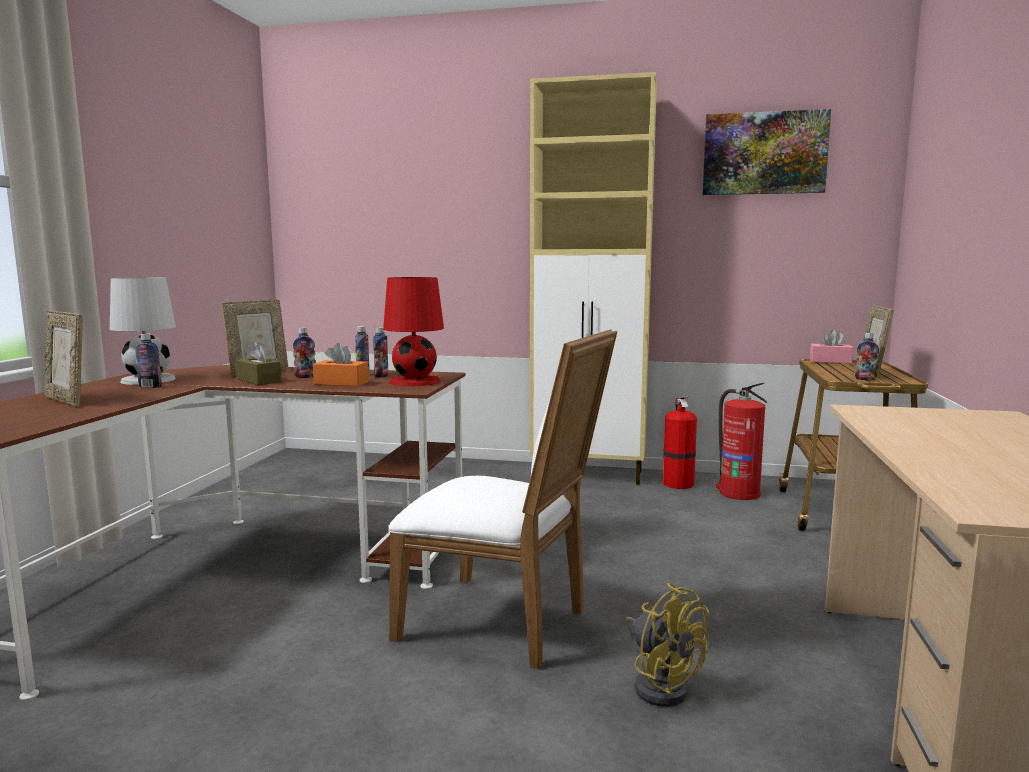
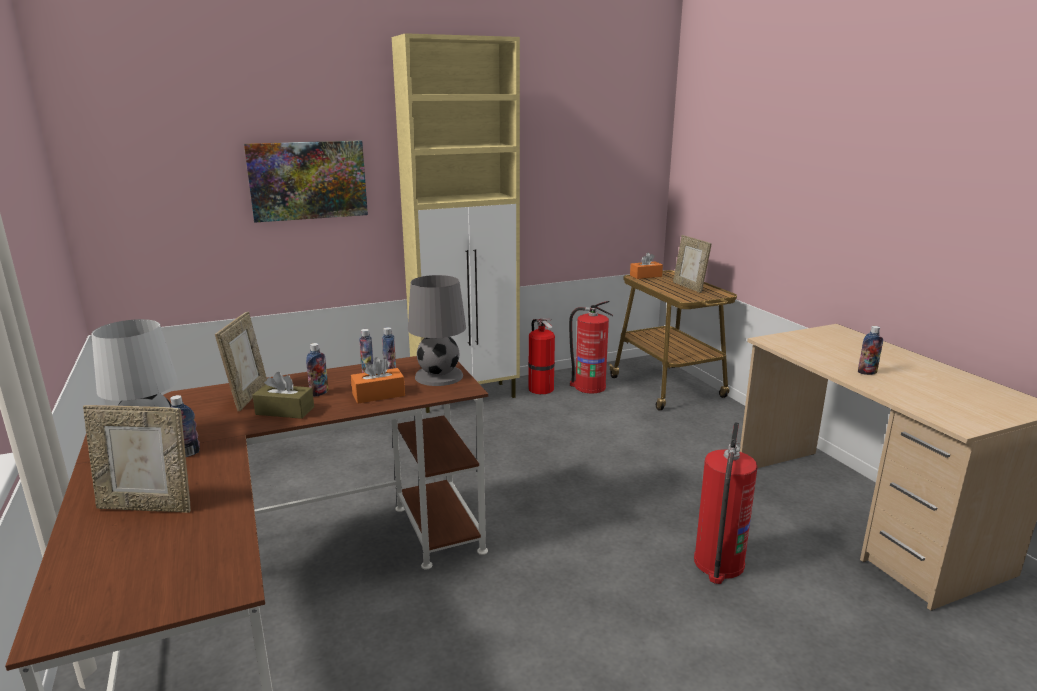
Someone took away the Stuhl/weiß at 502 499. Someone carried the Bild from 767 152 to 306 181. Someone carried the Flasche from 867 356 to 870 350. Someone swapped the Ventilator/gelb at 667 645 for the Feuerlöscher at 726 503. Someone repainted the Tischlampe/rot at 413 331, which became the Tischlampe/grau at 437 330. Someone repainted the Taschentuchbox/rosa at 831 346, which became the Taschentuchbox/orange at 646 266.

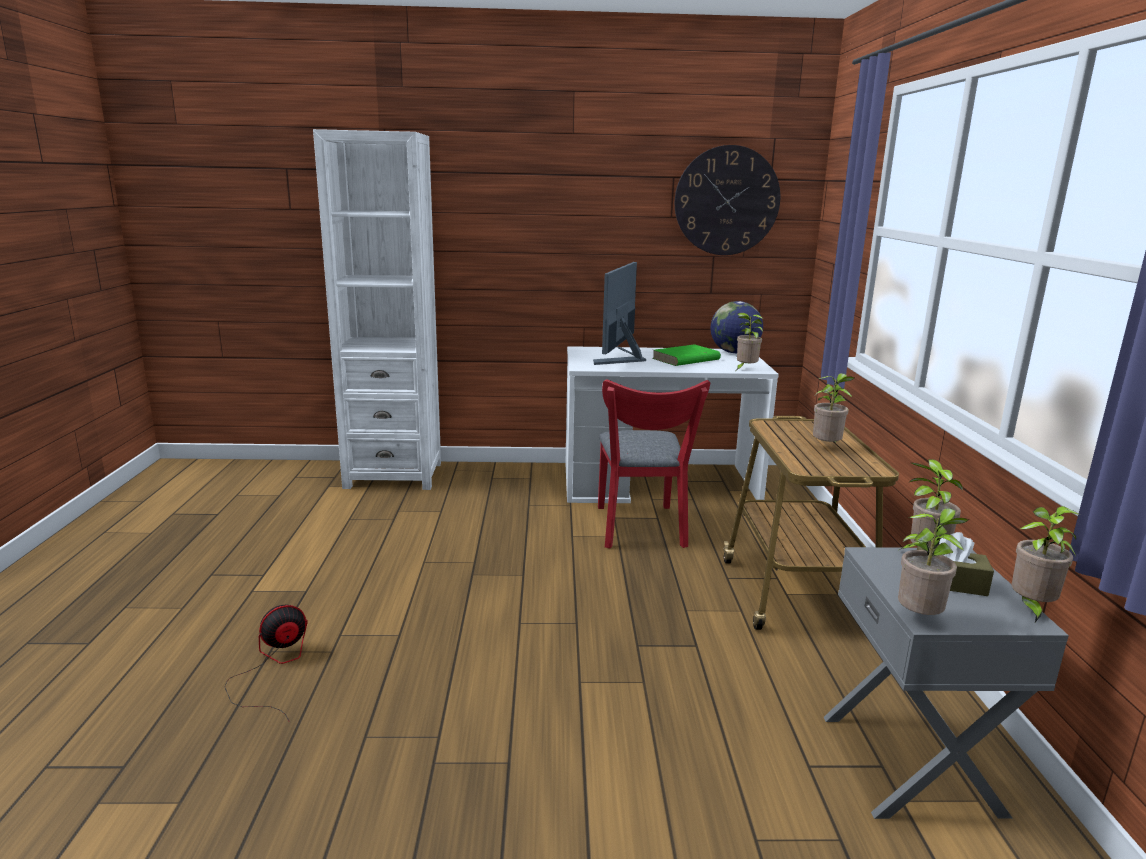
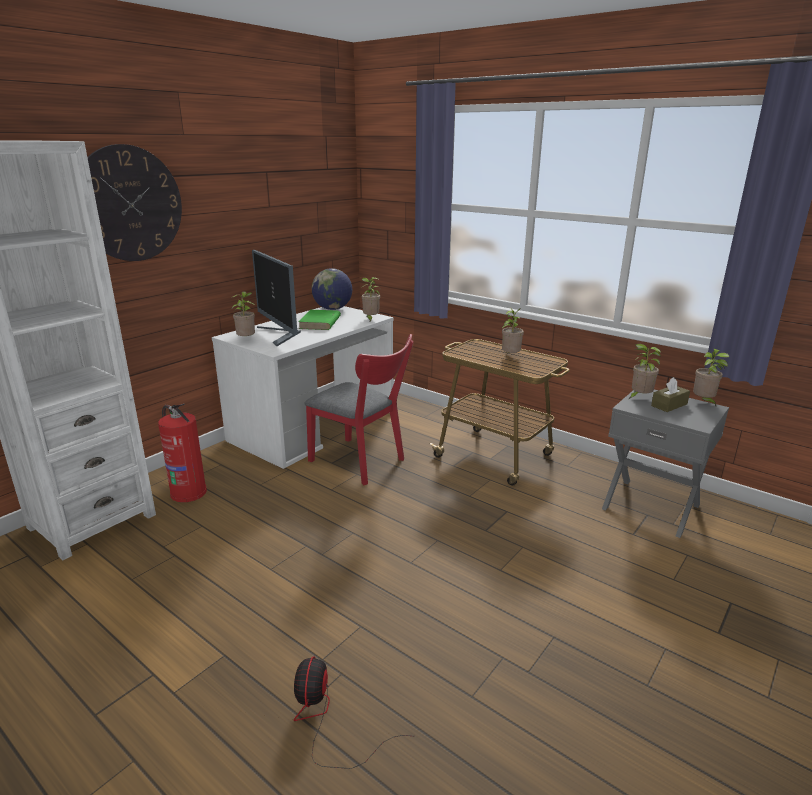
Someone put down the Feuerlöscher at 182 453. Someone carried the Wanduhr from 727 200 to 134 202. Someone carried the Topfpflanze from 933 561 to 243 313.

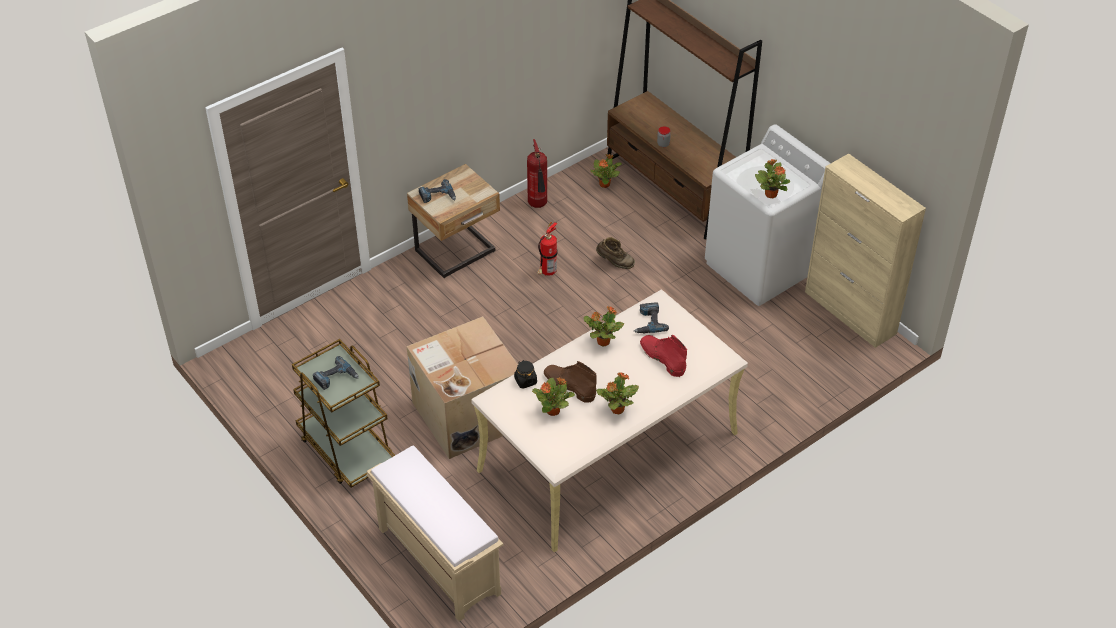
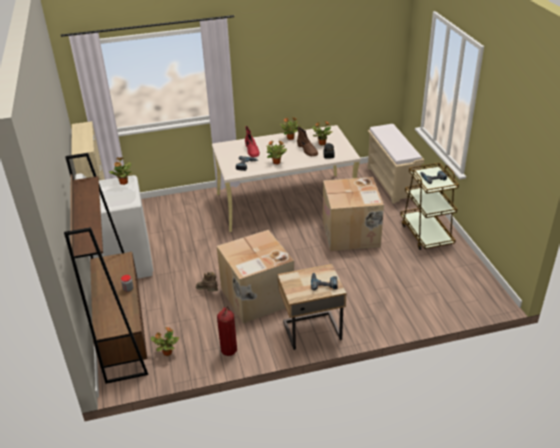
Someone swapped the Feuerlöscher at 547 249 for the Karton at 255 276.

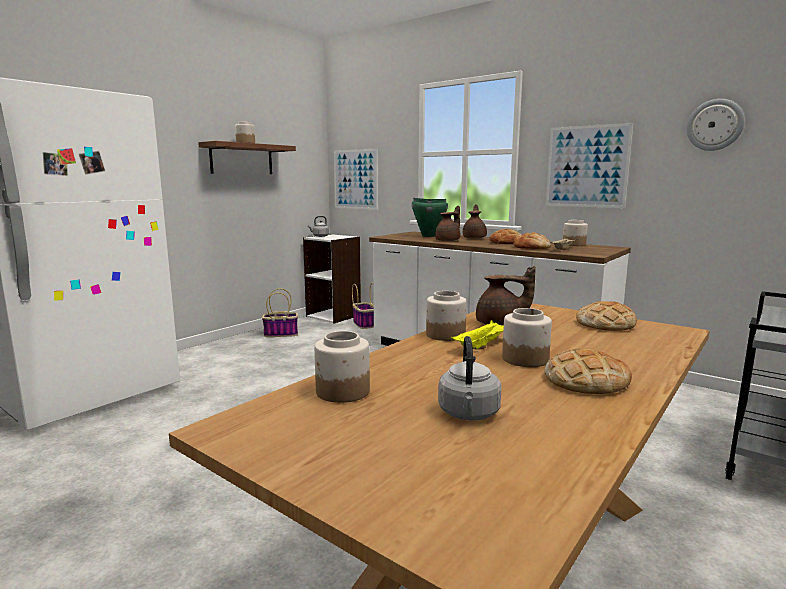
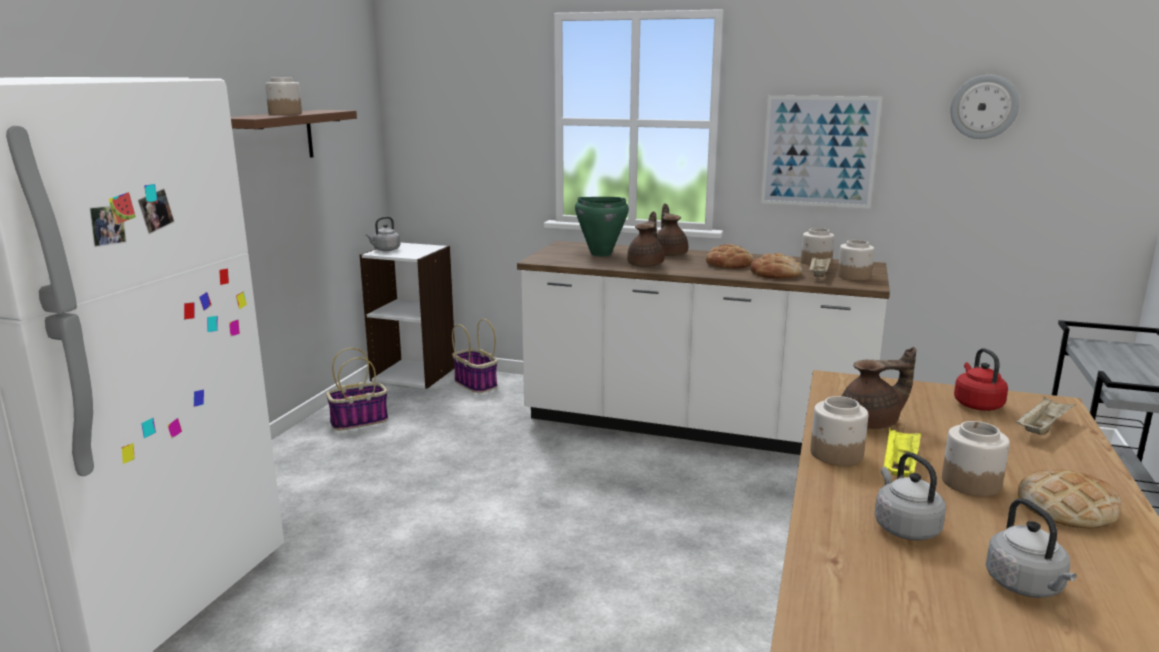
Someone took away the Bild at 356 179. Someone put down the Wasserkessel/grau at 910 496. Someone put down the Tablett/beige at 1046 415. Someone carried the Vorratsglas from 342 367 to 855 260. Someone swapped the Brot at 606 316 for the Wasserkessel/rot at 981 379.

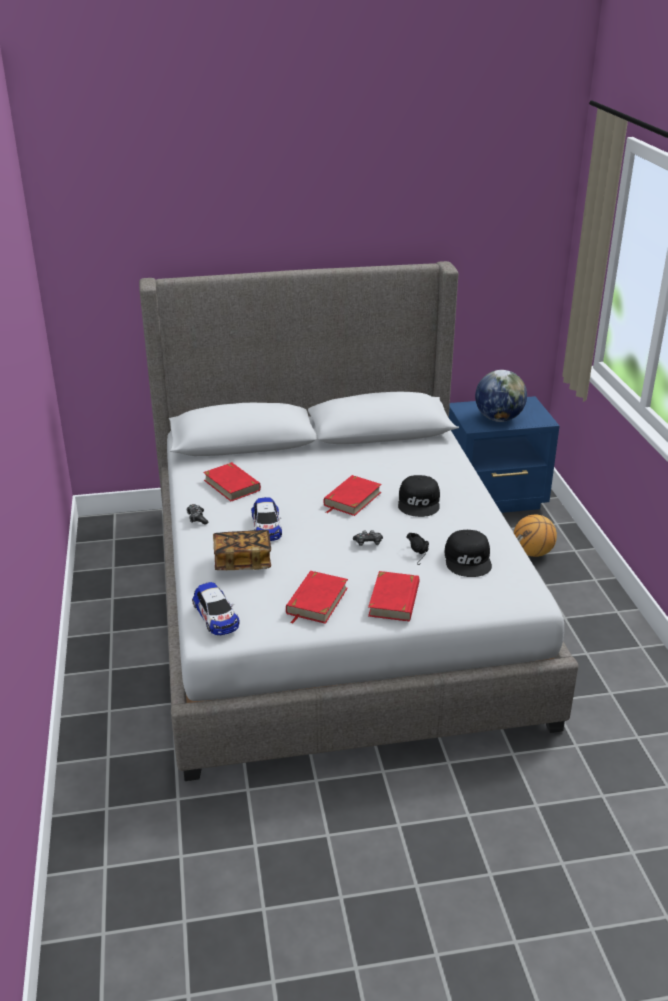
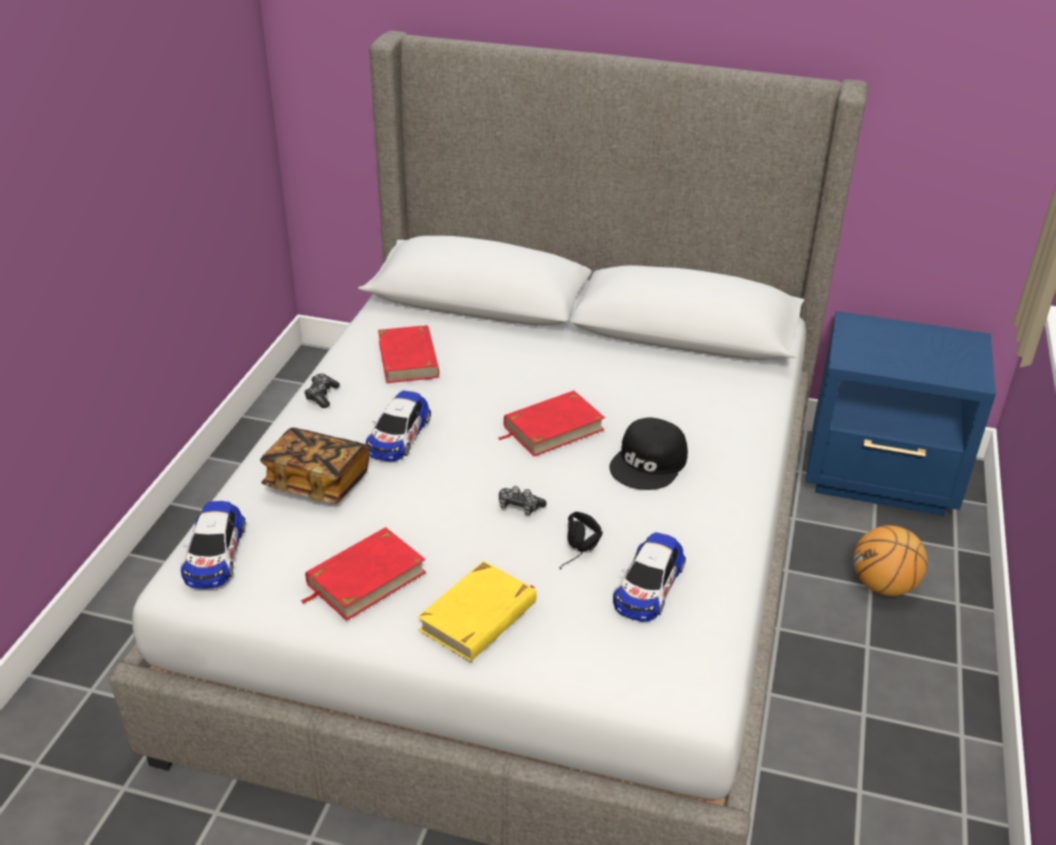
Someone took away the Globus at 501 396. Someone swapped the Kappe/schwarz at 468 553 for the Spielzeugauto at 649 577. Someone repainted the Buch/rot at 393 596, which became the Buch/gelb at 477 611.

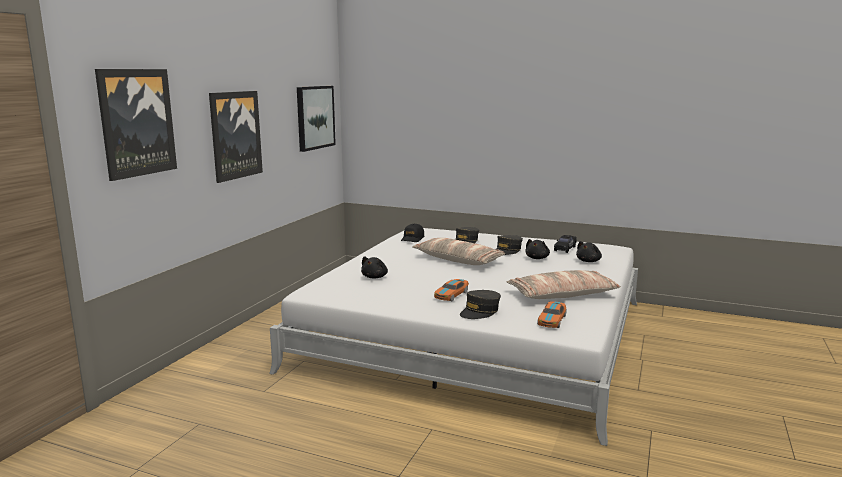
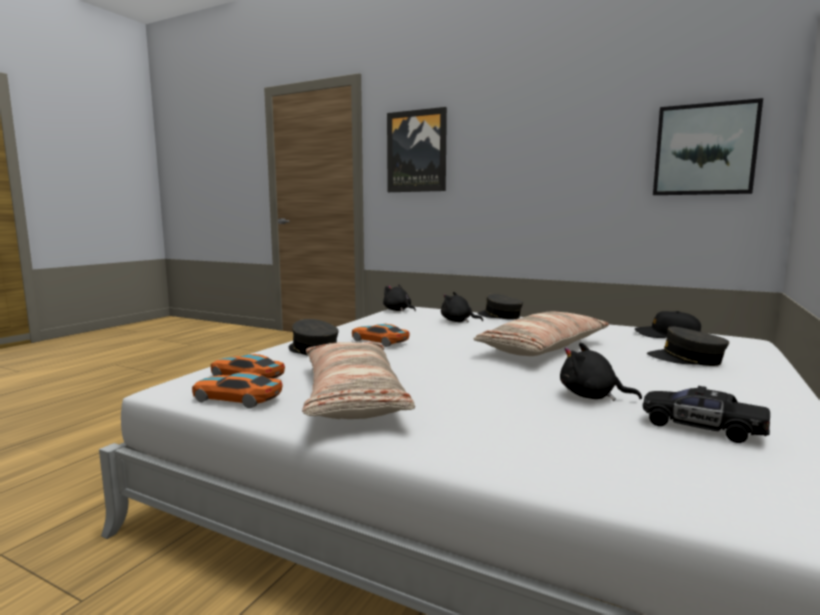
Someone took away the Bild at 236 137. Someone put down the Spielzeugauto at 237 390. Someone carried the Kappe/grau from 509 245 to 500 307. Someone carried the Plüschtier/schwarz from 589 251 to 399 297.

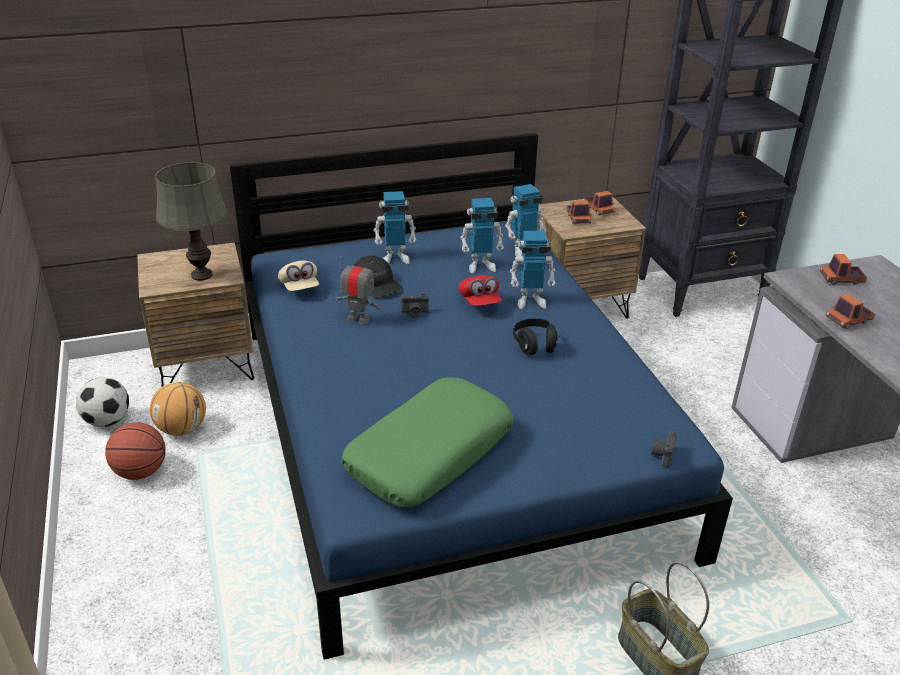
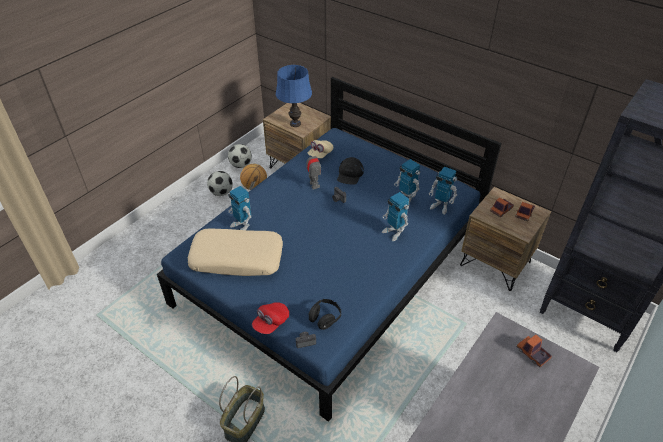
Someone took away the Spielzeuglaster at 850 311. Someone carried the Spielzeugroboter from 395 227 to 240 208. Someone carried the Kappe/rot from 480 290 to 270 318. Someone carried the Kopfhörer/schwarz from 535 337 to 325 314. Someone swapped the Basketball at 135 451 for the Fußball at 220 183. Someone repainted the Tischlampe/grau at 191 221, which became the Tischlampe/blau at 294 96. Someone repainted the Kissen/grün at 427 442, which became the Kissen/beige at 235 252.

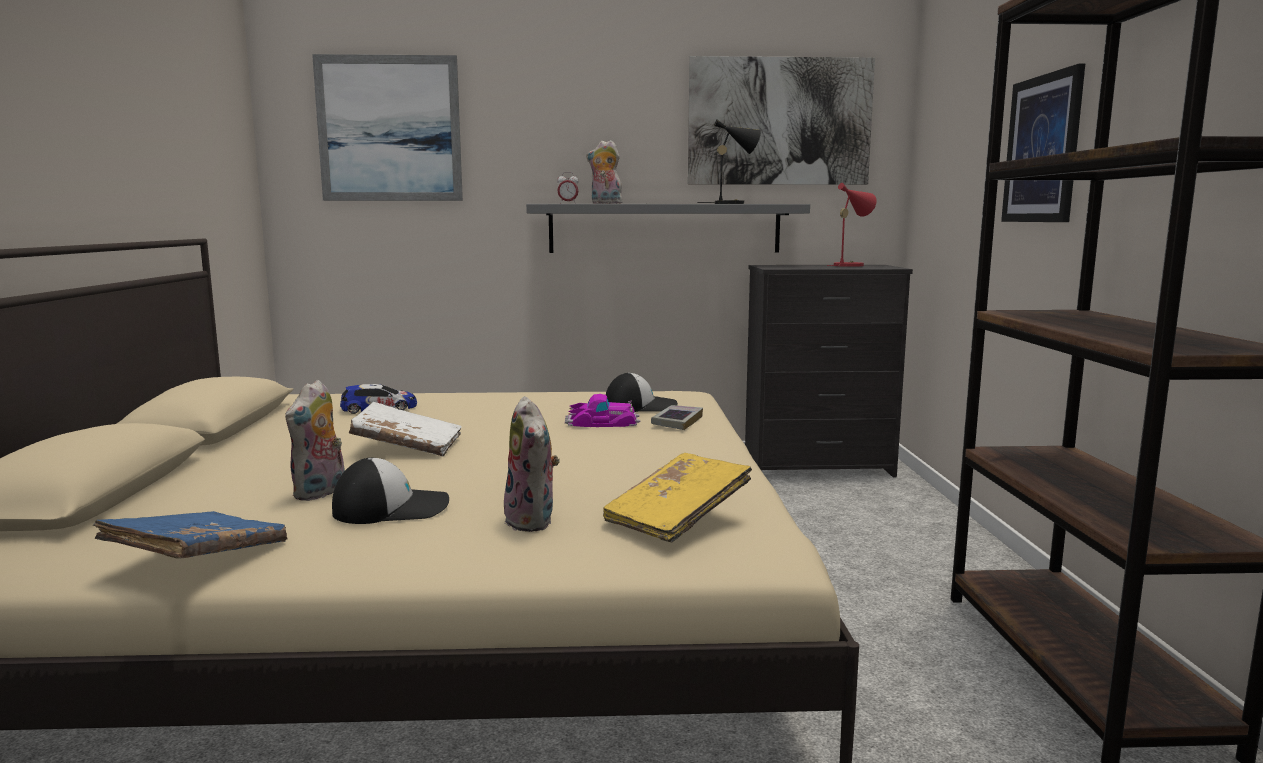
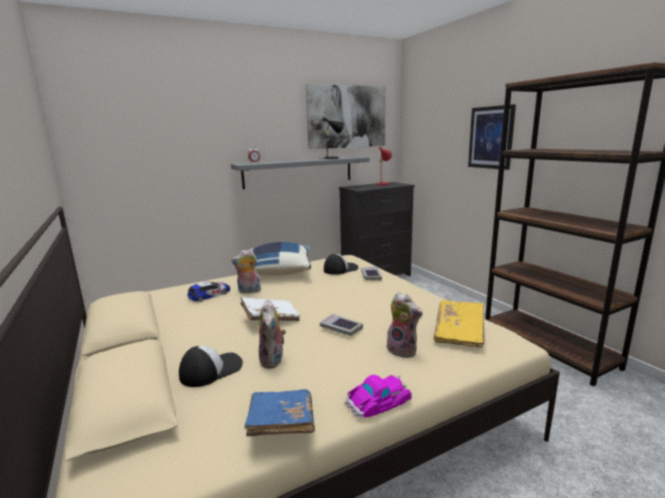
Someone took away the Bild at 387 127. Someone put down the Kissen/blau at 281 259. Someone put down the Buch at 341 325. Someone carried the Kappe from 390 491 to 211 366. Someone carried the Spielzeugauto from 603 410 to 378 396. Someone carried the Plüschtier from 605 172 to 246 271.

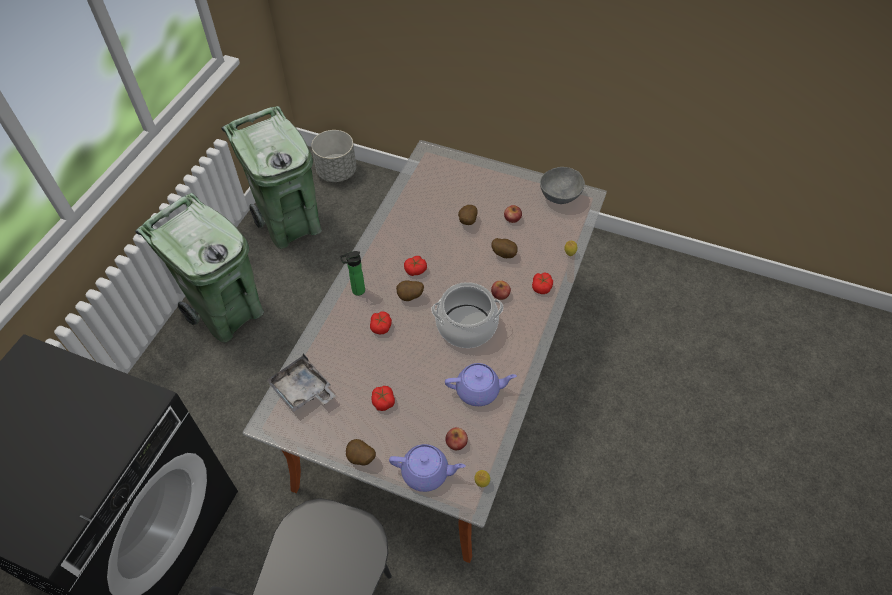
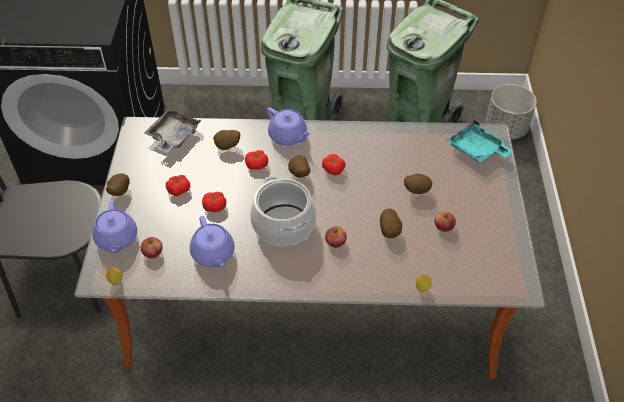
Someone took away the Schüssel/grau at 562 185. Someone put down the Kartoffel at 226 140. Someone put down the Tablett/türkis at 480 141. Someone carried the Tomate from 542 283 to 214 202. Someone swapped the Flasche at 352 273 for the Teekanne/lila at 289 126.

